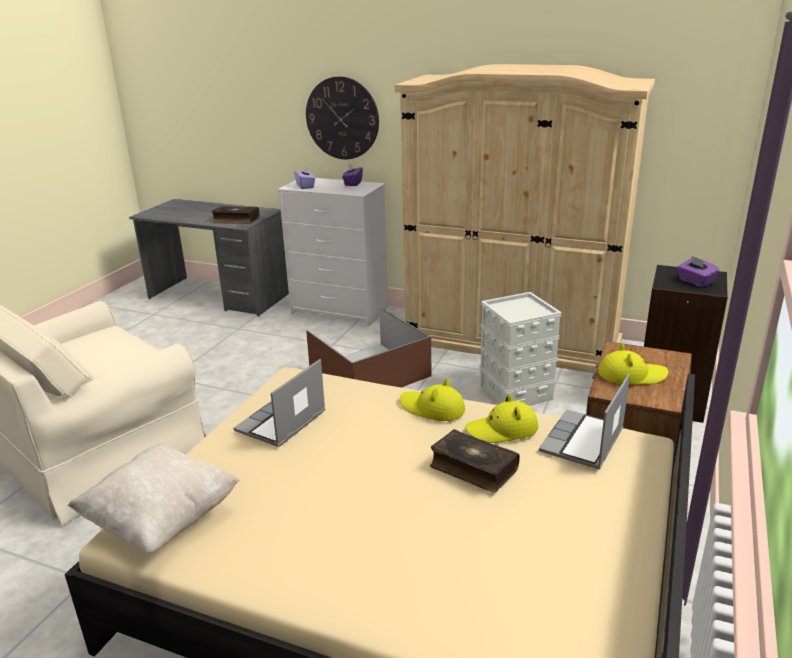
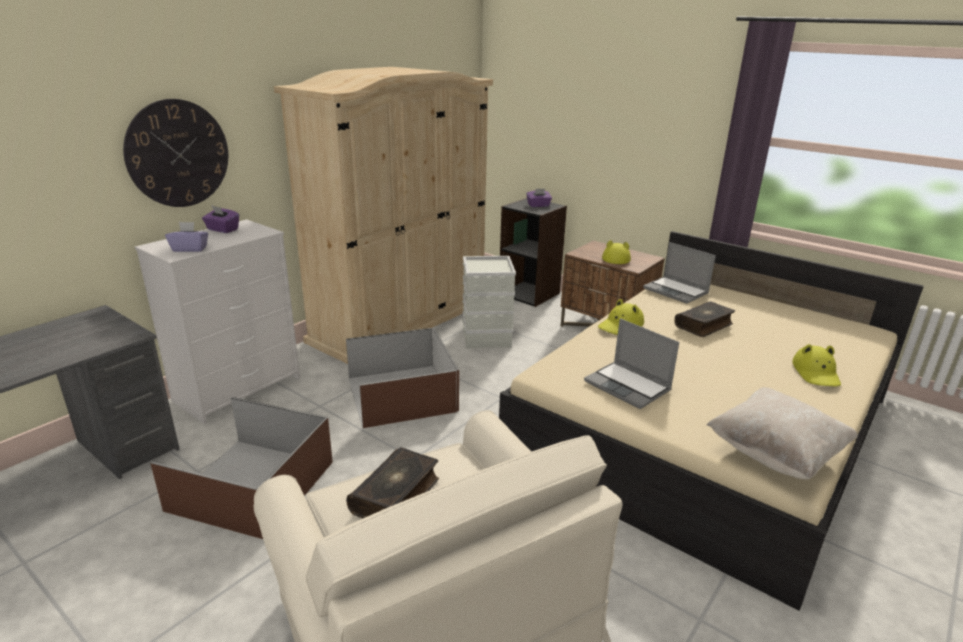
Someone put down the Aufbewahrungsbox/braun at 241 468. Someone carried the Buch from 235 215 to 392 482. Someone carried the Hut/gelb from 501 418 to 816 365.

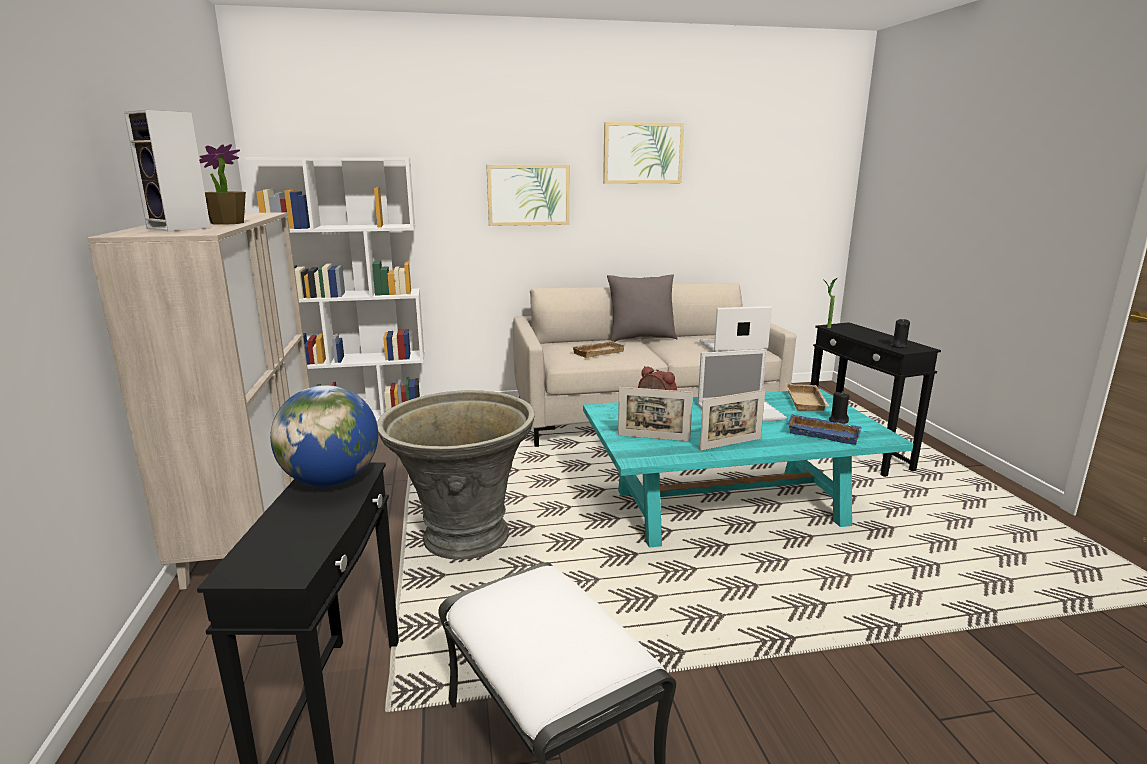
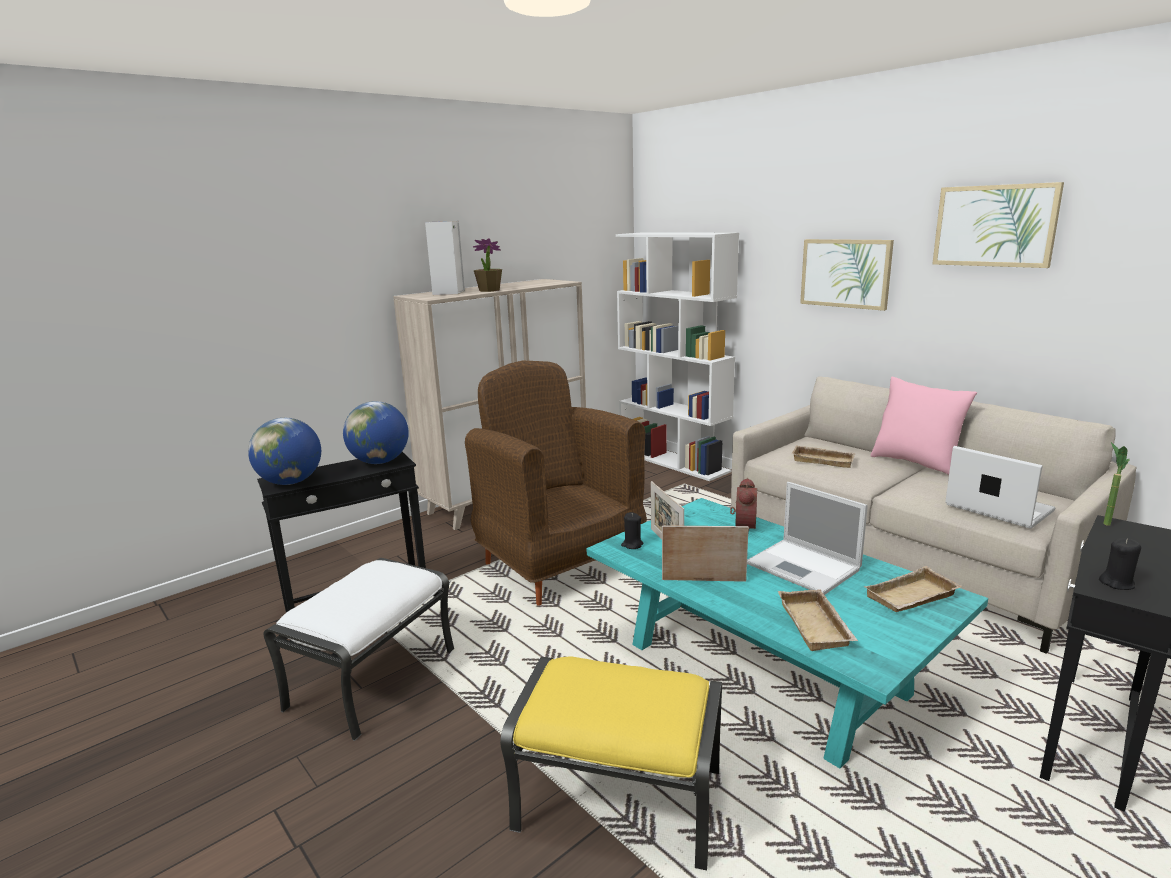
Someone put down the Globus at 284 451. Someone put down the Polsterhocker/gelb at 611 763. Someone carried the Kerze/schwarz from 839 407 to 632 530. Someone swapped the Pflanzkübel/grau at 455 475 for the Sessel/braun at 556 483. Someone repainted the Kissen/grau at 642 308, which became the Kissen/rosa at 923 426. Someone repainted the Tablett/blau at 824 429, which became the Tablett/beige at 818 620. Someone rotated the Bilderrahmen at 732 420 by 150 degrees clockwise.

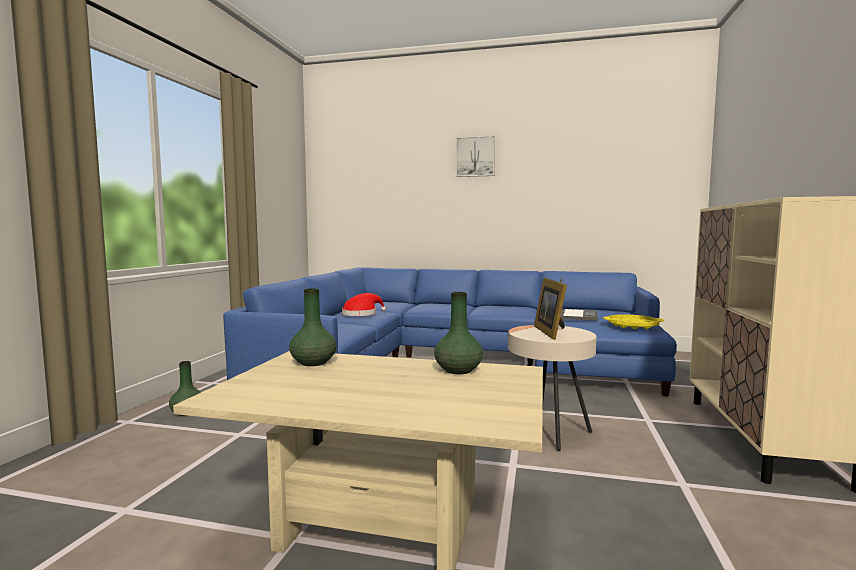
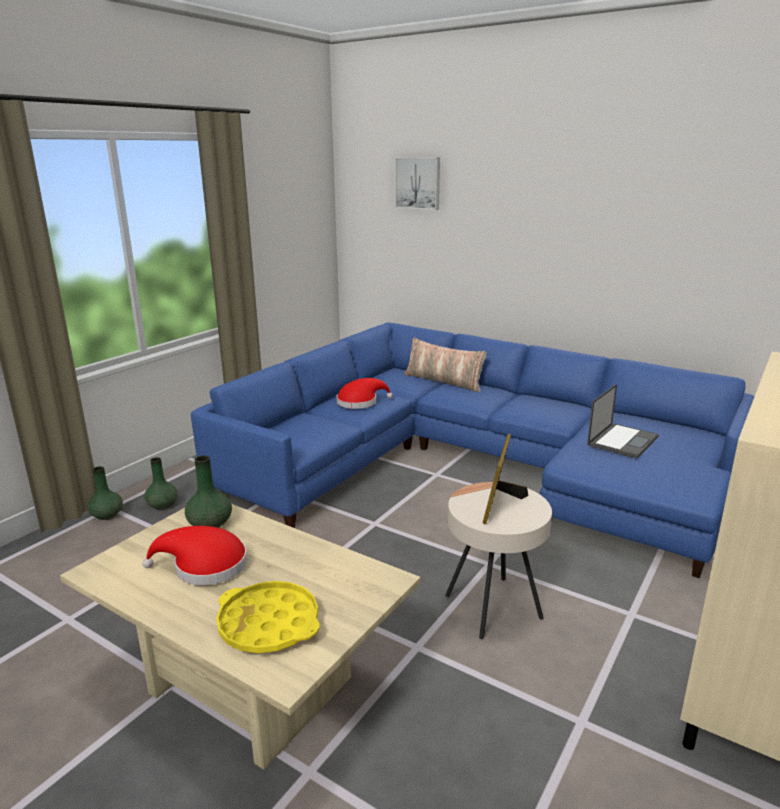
Someone put down the Hut/rot at 194 555. Someone put down the Kissen at 445 364. Someone carried the Vase/grün from 458 333 to 105 493. Someone carried the Bild from 475 156 to 417 183. Someone carried the Tablett/gelb from 633 321 to 268 617.

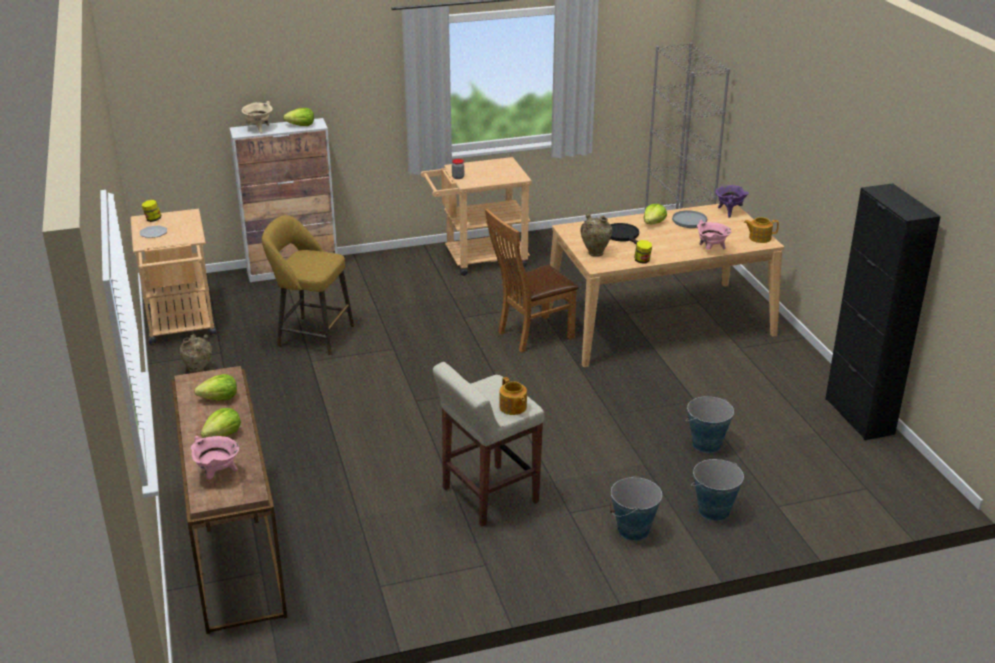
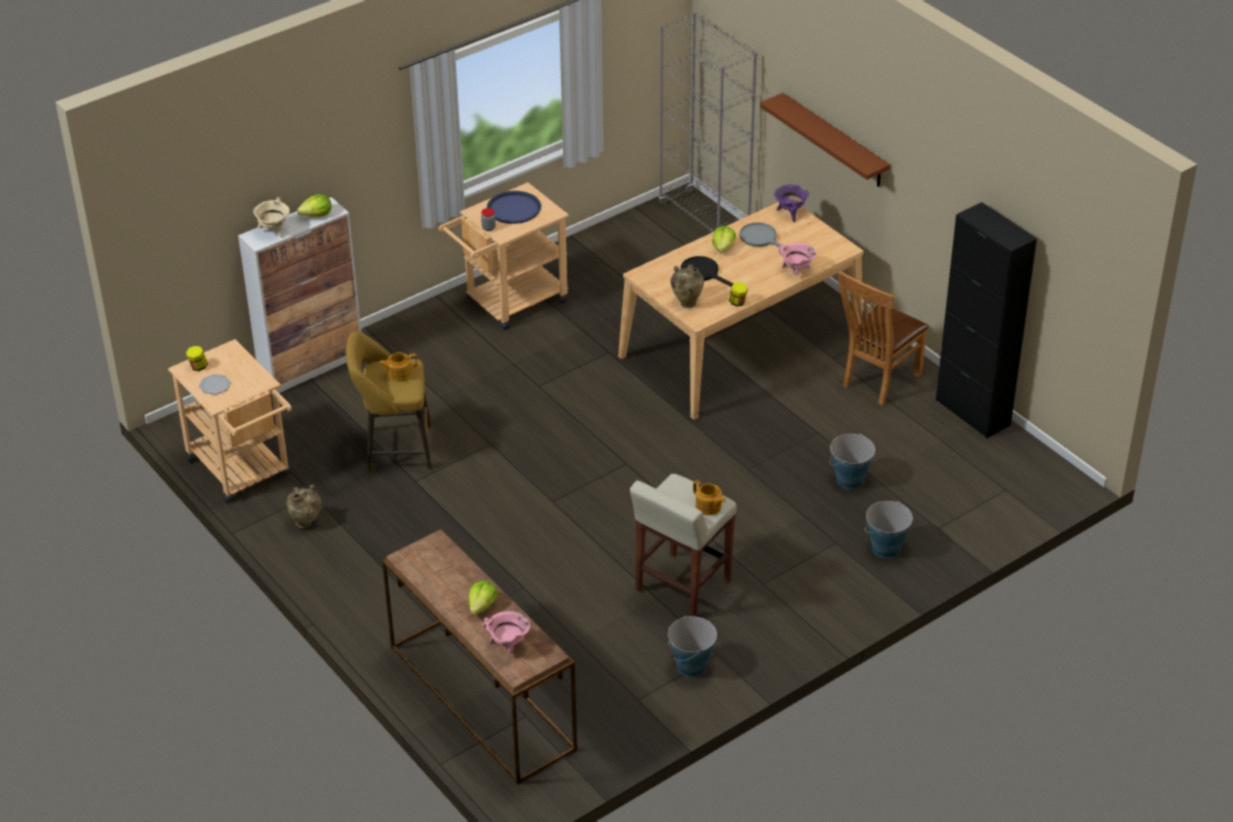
Someone took away the Salatkopf at 215 387. Someone put down the Tablett/blau at 514 207. Someone put up the Wandregal/braun at 825 140. Someone carried the Stuhl/braun from 532 281 to 883 338. Someone carried the Eimer from 636 508 to 692 646. Someone carried the Teekanne from 761 230 to 398 367.

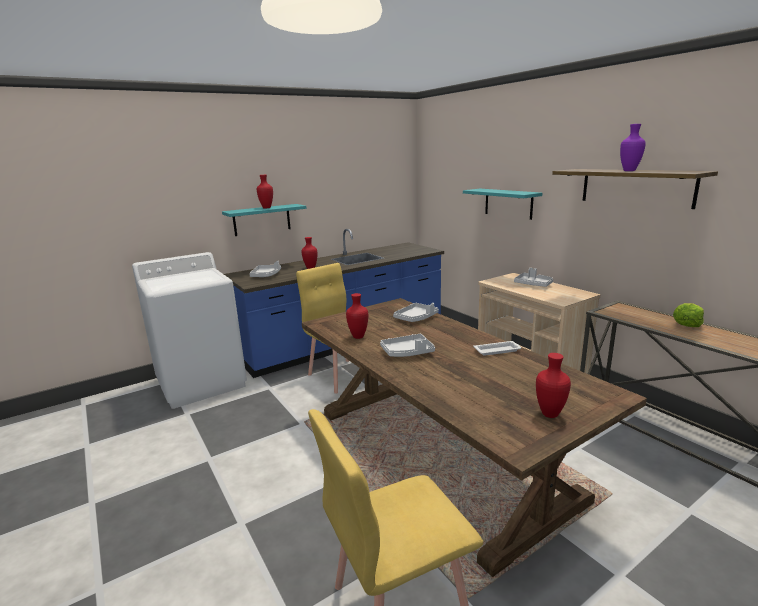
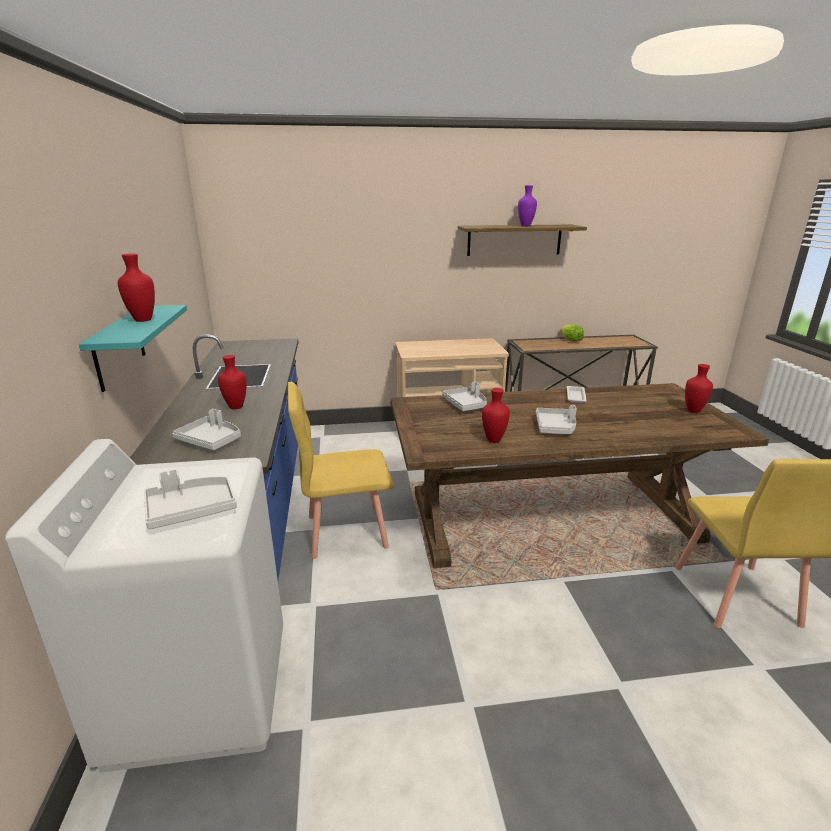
Someone took away the Wandregal/türkis at 502 204. Someone carried the Tablett/grau from 533 277 to 190 499.

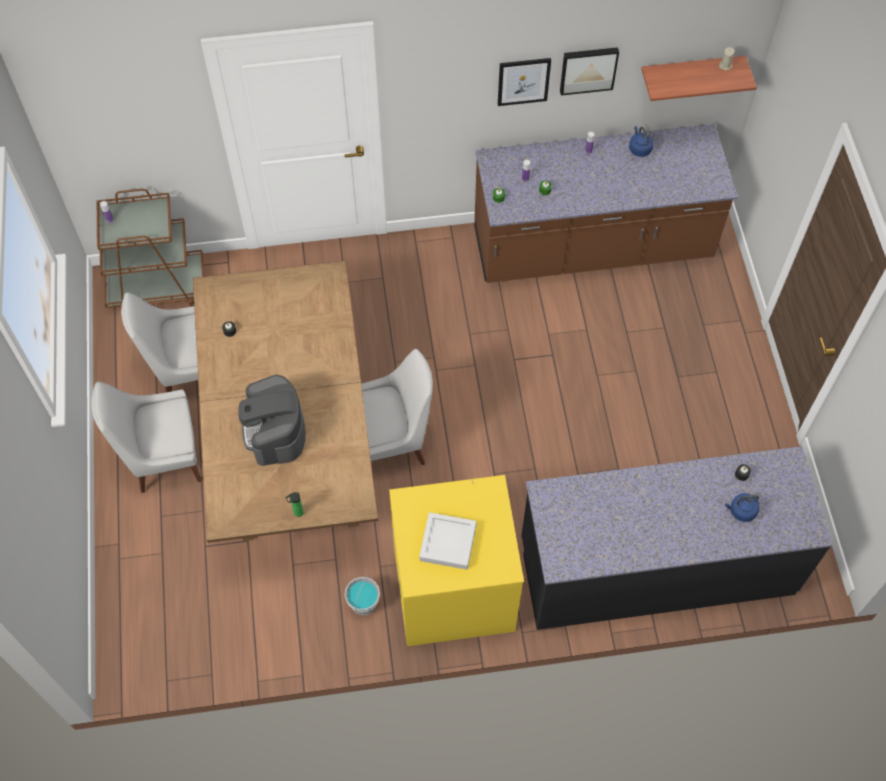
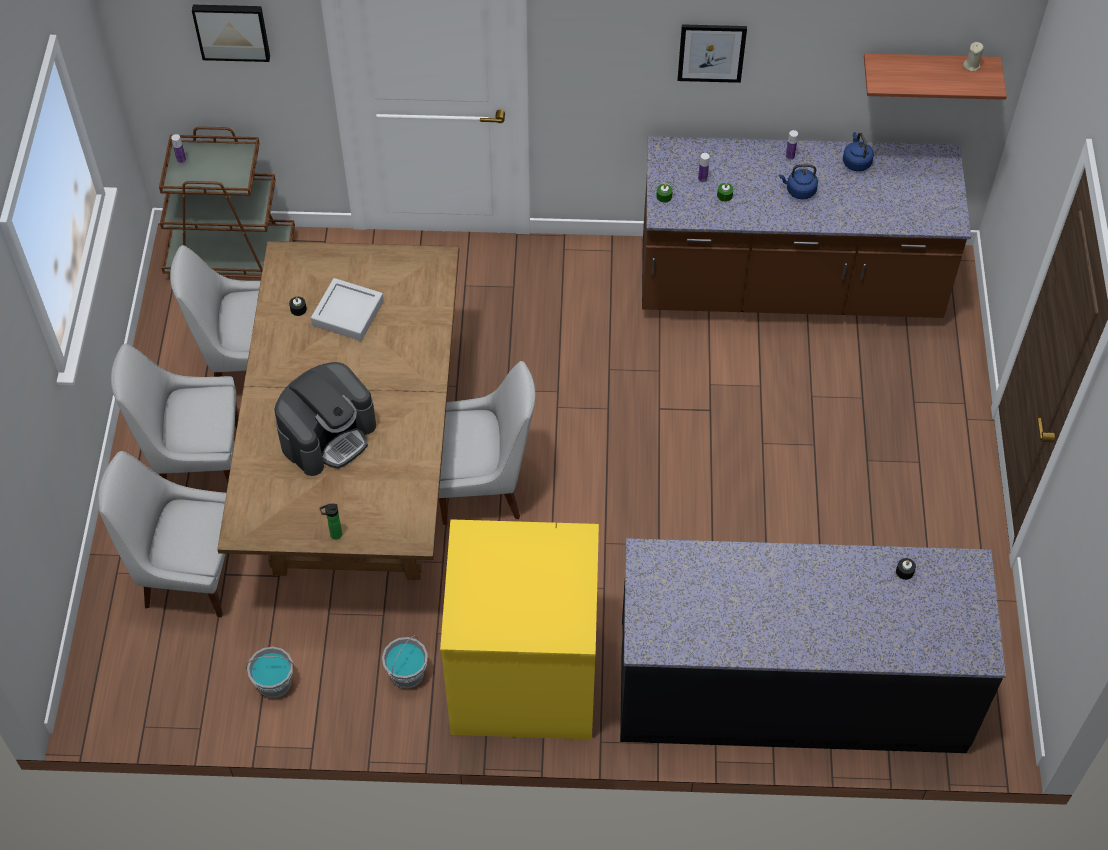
Someone put down the Stuhl/weiß at 162 534. Someone put down the Eimer/grau at 270 672. Someone carried the Tablett/grau from 448 541 to 347 309. Someone carried the Bild from 589 71 to 231 33. Someone carried the Wasserkessel/blau from 742 507 to 798 182. Someone rotated the Kaffeemaschine at 272 420 by 135 degrees counterclockwise.

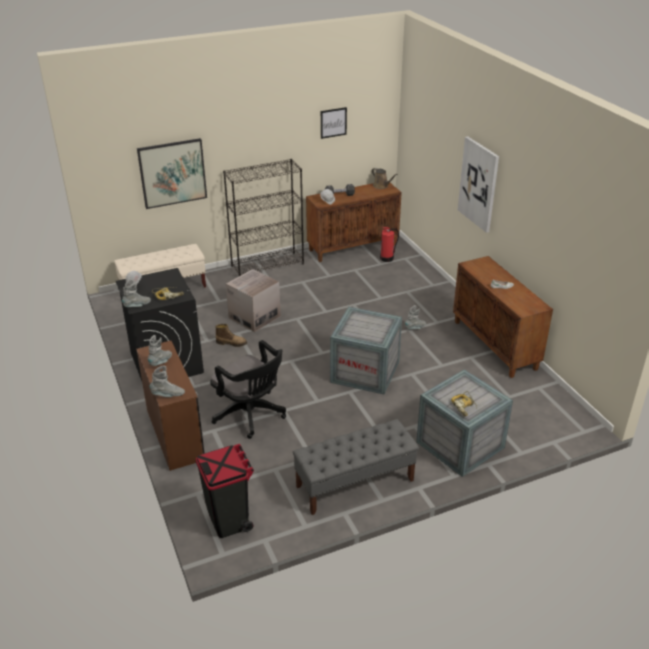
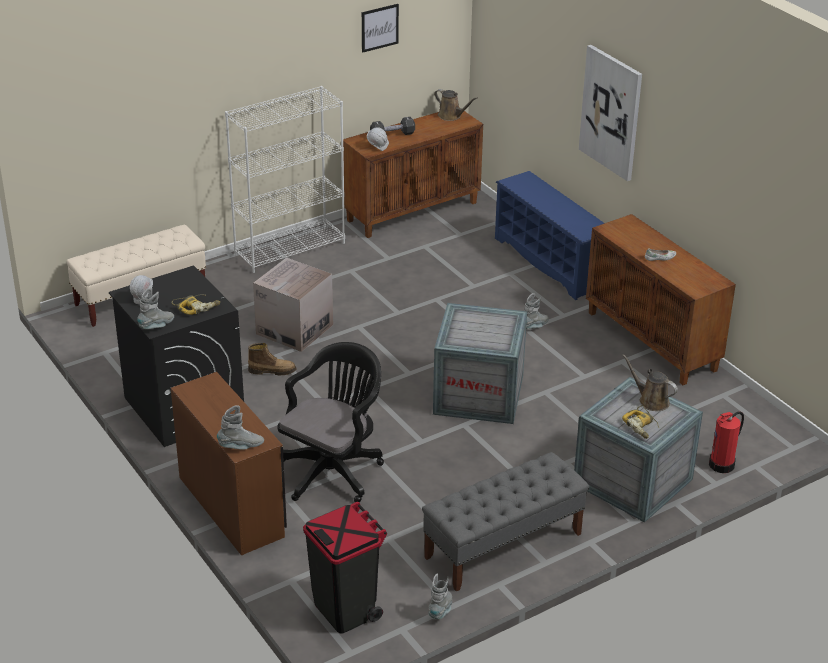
Someone took away the Bild at 172 173. Someone put down the Schuhregal/blau at 549 235. Someone put down the Gießkanne/braun at 650 382. Someone carried the Stiefel/grau from 160 350 to 440 596. Someone carried the Feuerlöscher from 389 244 to 726 442. Someone repainted the Bücherregal/schwarz at 263 217, which became the Bücherregal/weiß at 285 179. Someone rotated the Bürostuhl/schwarz at 248 389 by 90 degrees counterclockwise.

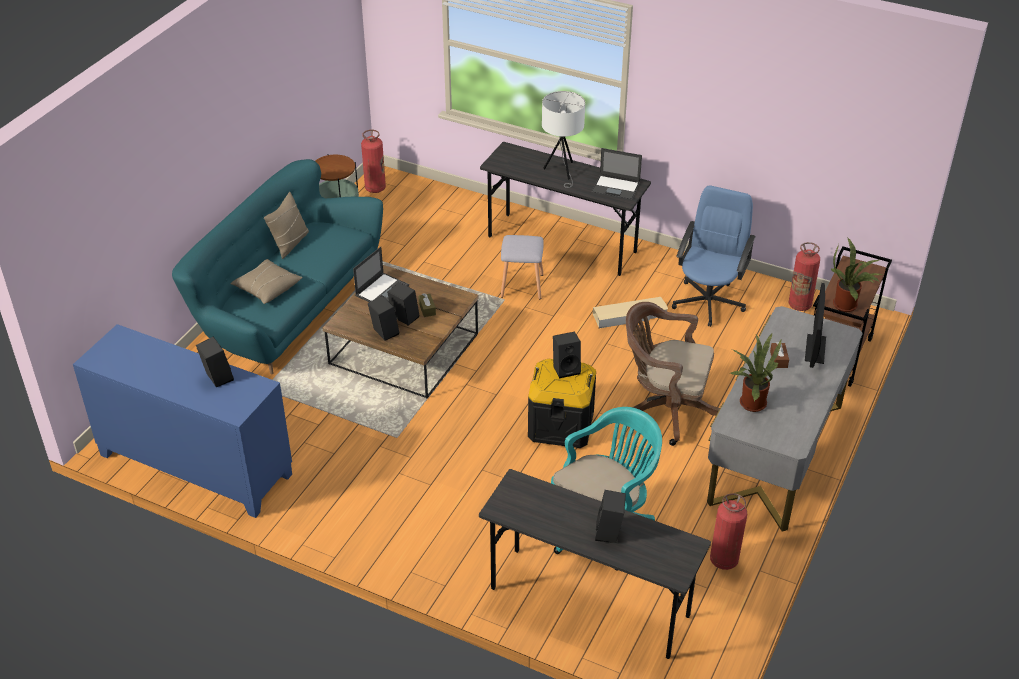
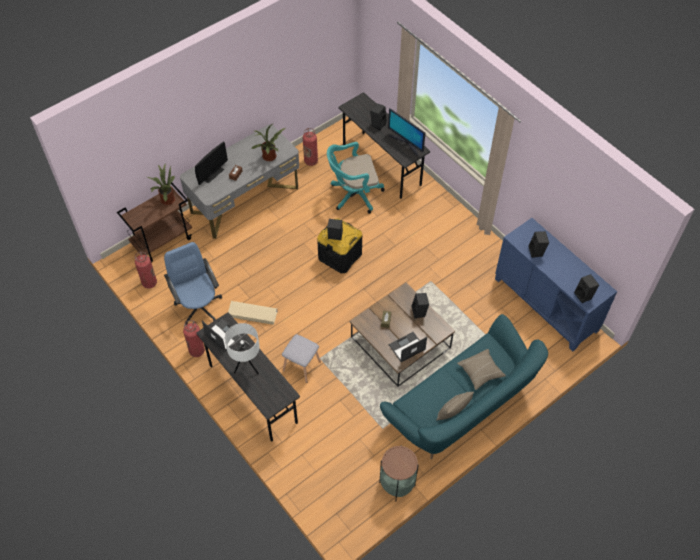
Someone took away the Bürostuhl/braun at 673 374. Someone put down the Monitor at 406 131. Someone carried the Feuerlöscher from 373 161 to 194 338. Someone carried the Lautsprecher/schwarz from 403 304 to 586 288. Someone rotated the Bürostuhl/blau at 714 256 by 105 degrees clockwise.

